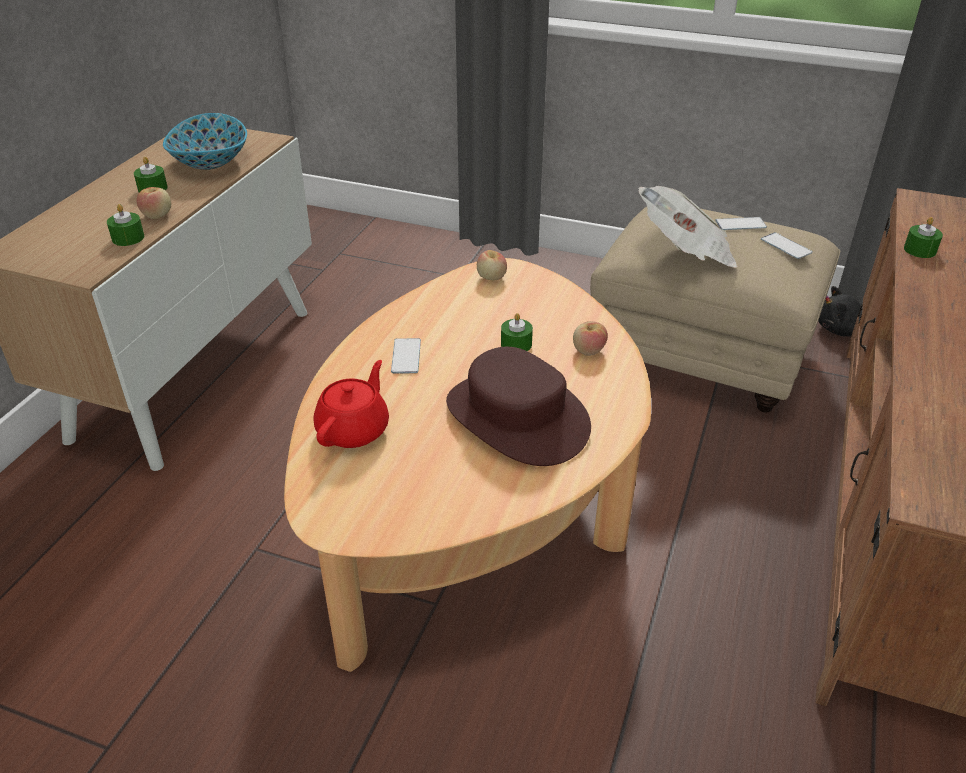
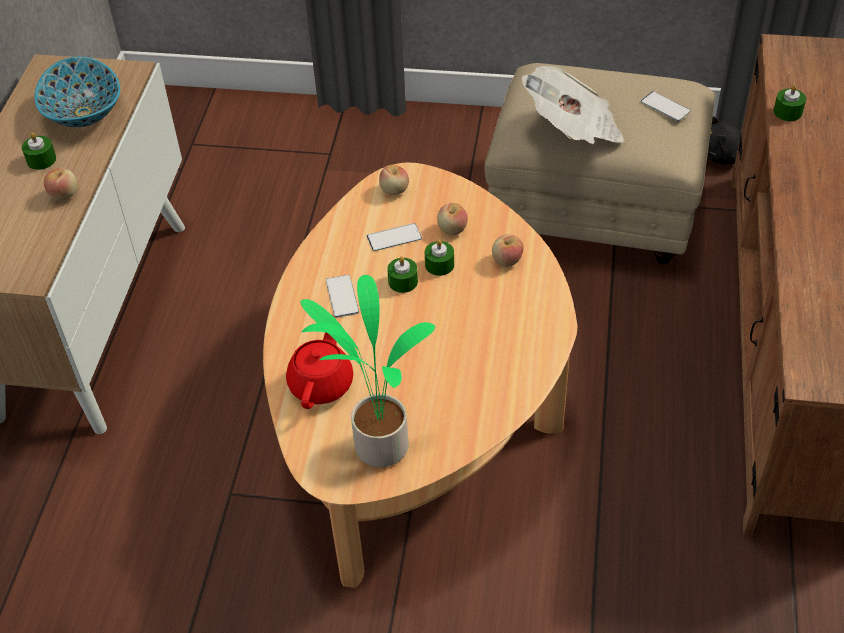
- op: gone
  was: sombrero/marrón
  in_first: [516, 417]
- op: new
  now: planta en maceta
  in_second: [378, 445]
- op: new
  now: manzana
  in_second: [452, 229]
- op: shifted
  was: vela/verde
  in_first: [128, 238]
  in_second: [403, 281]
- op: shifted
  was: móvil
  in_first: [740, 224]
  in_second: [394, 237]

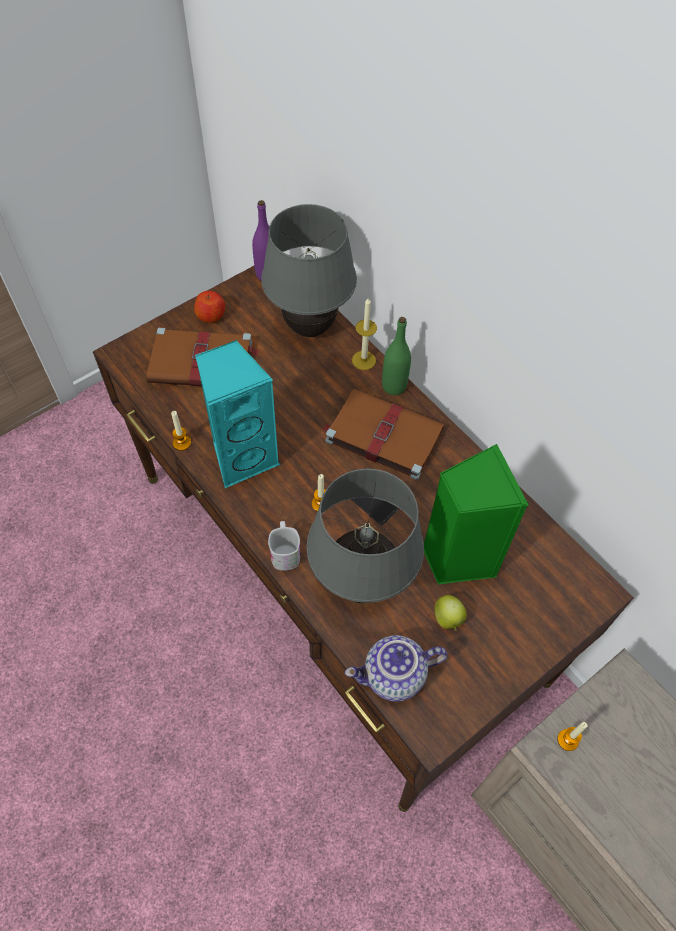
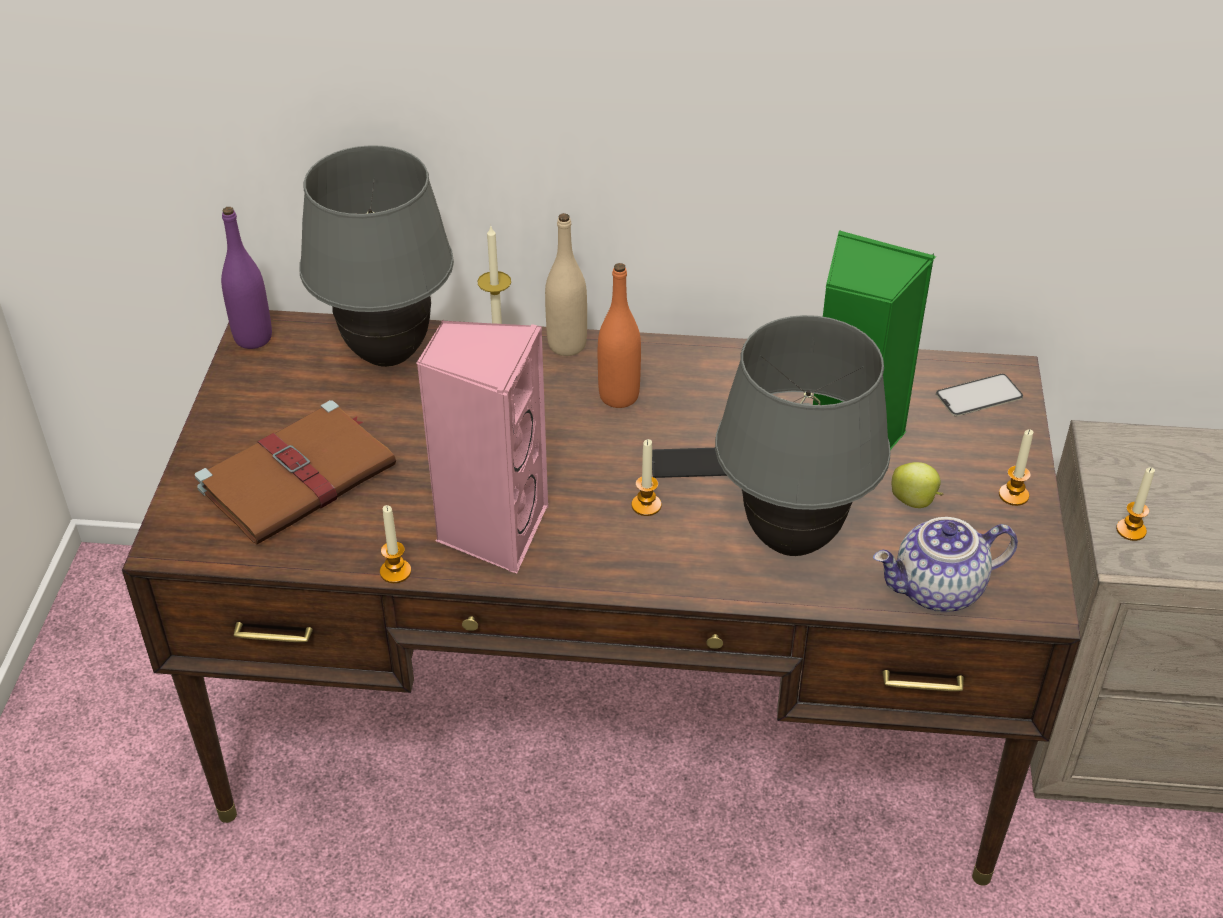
- op: gone
  was: manzana
  in_first: [211, 315]
- op: gone
  was: taza grande/blanco
  in_first: [285, 552]
- op: new
  now: móvil
  in_second: [979, 396]
- op: new
  now: vela
  in_second: [1013, 495]
- op: swapped
  was: libro/marrón
  now: botella/naranja
  in_first: [382, 434]
  in_second: [619, 396]
- op: repainted
  was: altavoz/turquesa
  now: altavoz/rosa
  in_first: [242, 456]
  in_second: [491, 529]
- op: repainted
  was: botella/verde
  now: botella/beis
  in_first: [394, 386]
  in_second: [567, 345]
- op: rotated
  was: tetera
  in_first: [393, 677]
  in_second: [938, 591]
  clockwise: 45

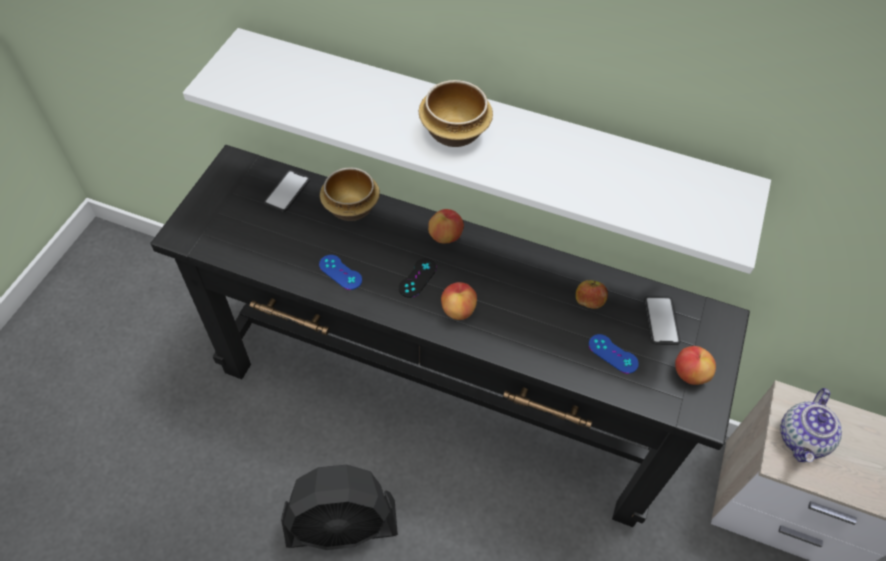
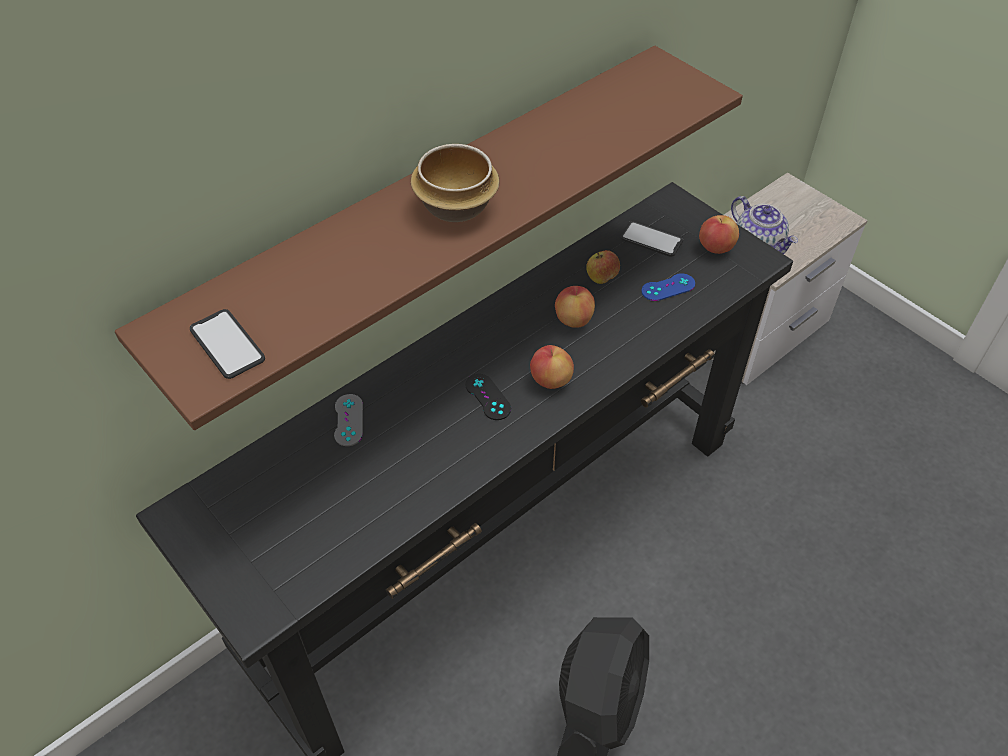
- op: gone
  was: mando de consola/azul
  in_first: [340, 272]
- op: shifted
  was: móvil
  in_first: [287, 191]
  in_second: [227, 345]
- op: shifted
  was: manzana
  in_first: [445, 236]
  in_second: [573, 319]
- op: swapped
  was: cuenco
  now: mando de consola/gris
  in_first: [350, 209]
  in_second: [348, 420]
- op: repainted
  was: estante/blanco
  now: estante/marrón
  in_first: [483, 133]
  in_second: [427, 212]

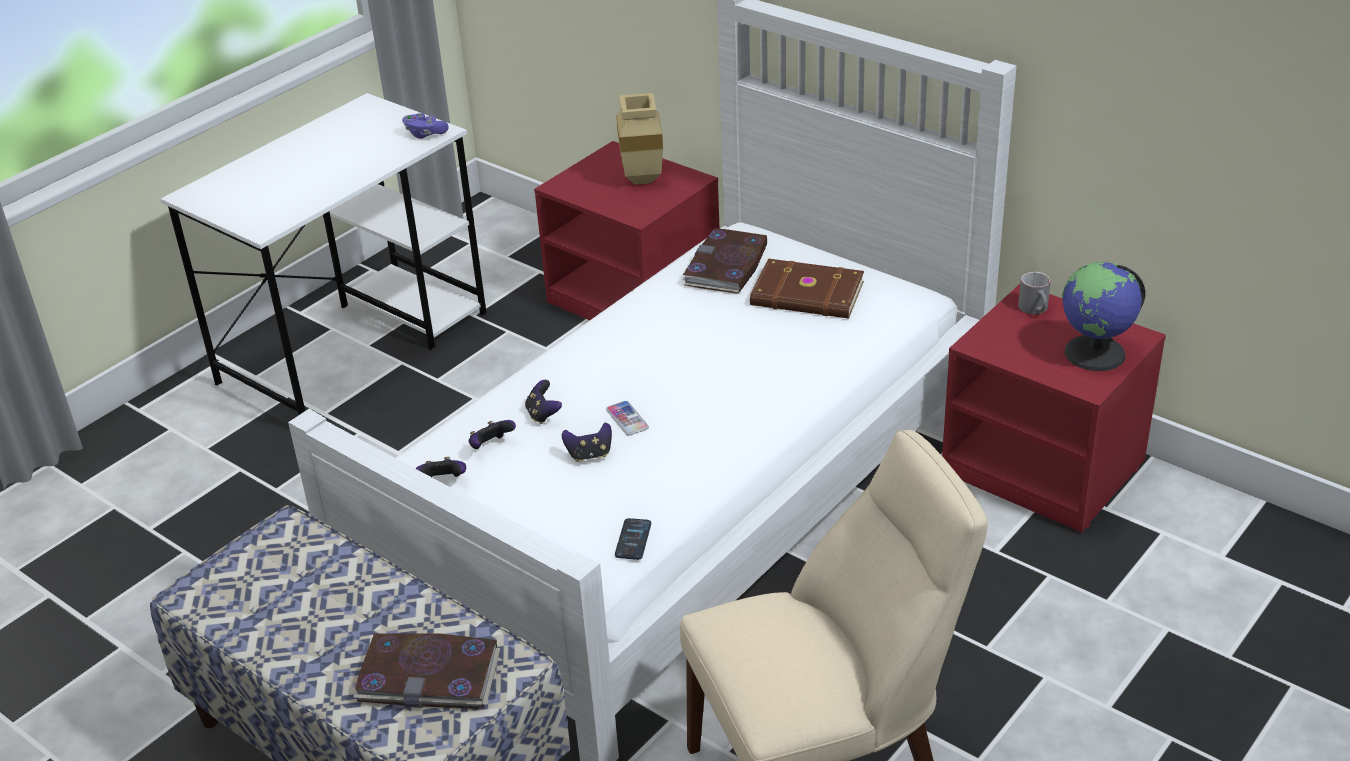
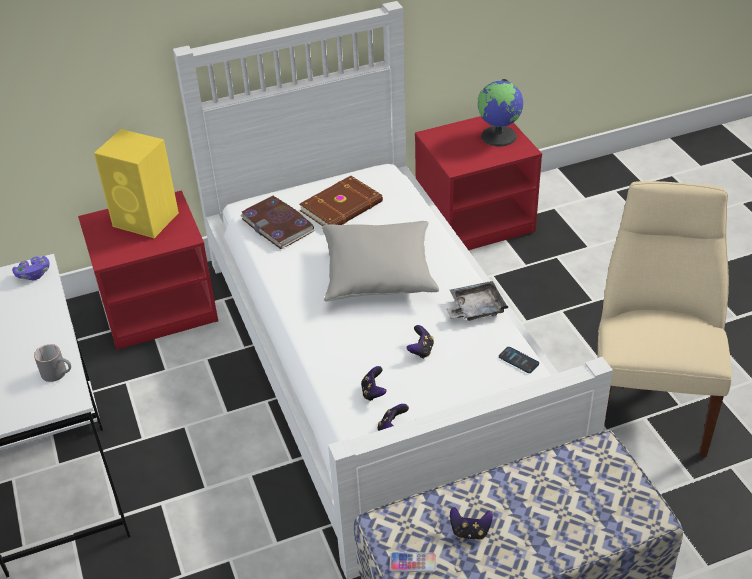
- op: gone
  was: libro
  in_first: [429, 675]
- op: new
  now: cojín/gris
  in_second: [378, 274]
- op: new
  now: bandeja/gris
  in_second: [475, 308]
- op: shifted
  was: mando de consola
  in_first: [543, 414]
  in_second: [470, 532]
- op: shifted
  was: móvil
  in_first: [627, 419]
  in_second: [413, 563]
- op: shifted
  was: taza grande/gris
  in_first: [1036, 309]
  in_second: [59, 373]
- op: swapped
  was: florero/beis
  now: altavoz/amarillo
  in_first: [644, 180]
  in_second: [147, 220]

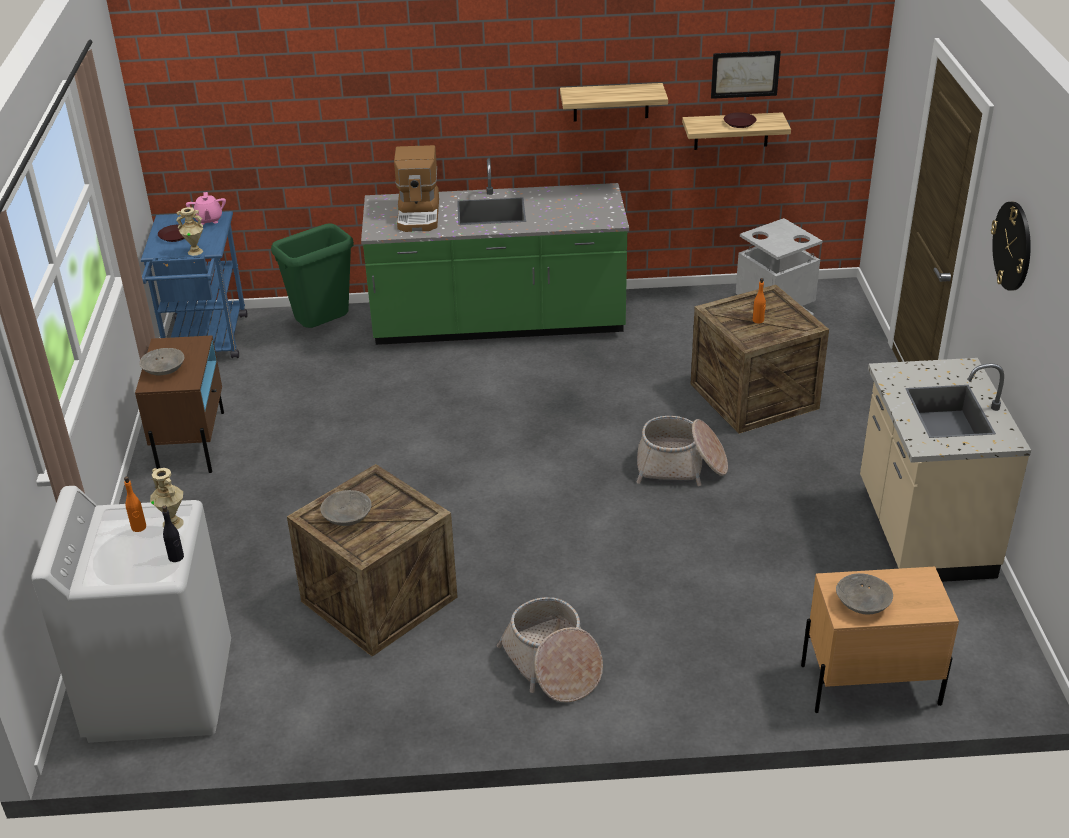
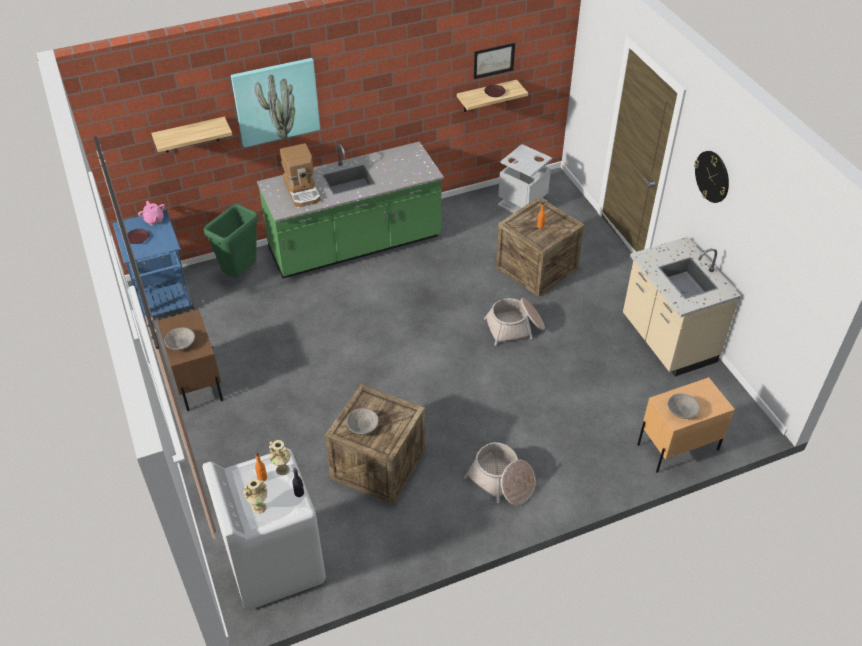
- op: new
  now: cuadro
  in_second: [276, 101]
- op: shifted
  was: florero/beis
  in_first: [195, 251]
  in_second: [259, 507]
- op: shifted
  was: estante
  in_first: [611, 102]
  in_second: [190, 135]

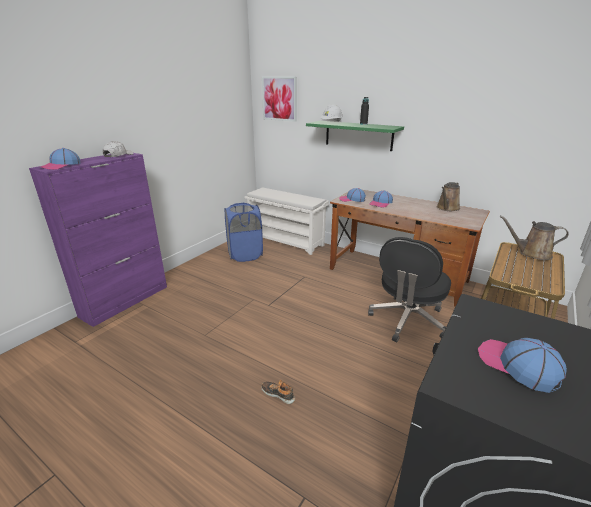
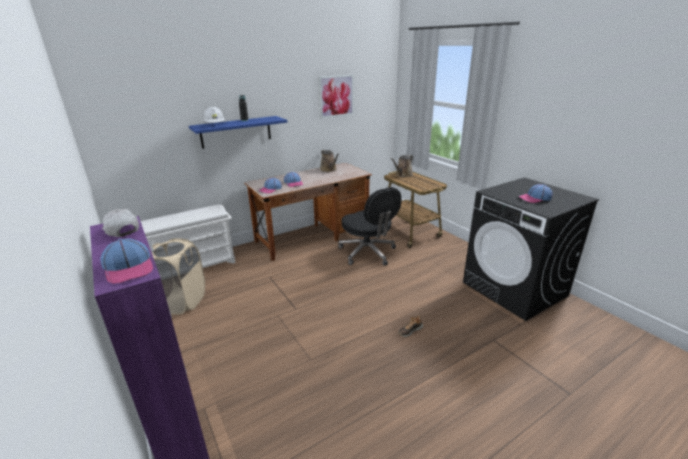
- op: shifted
  was: cuadro
  in_first: [279, 98]
  in_second: [336, 96]
- op: repainted
  was: cesto de la ropa/azul
  now: cesto de la ropa/beis
  in_first: [245, 255]
  in_second: [182, 302]
- op: repainted
  was: estante/verde
  now: estante/azul
  in_first: [358, 135]
  in_second: [236, 132]

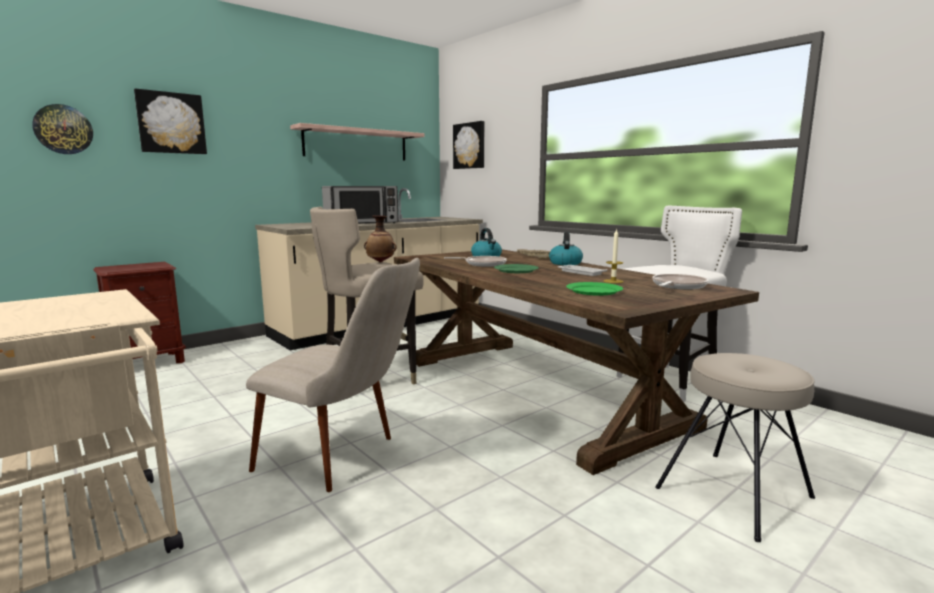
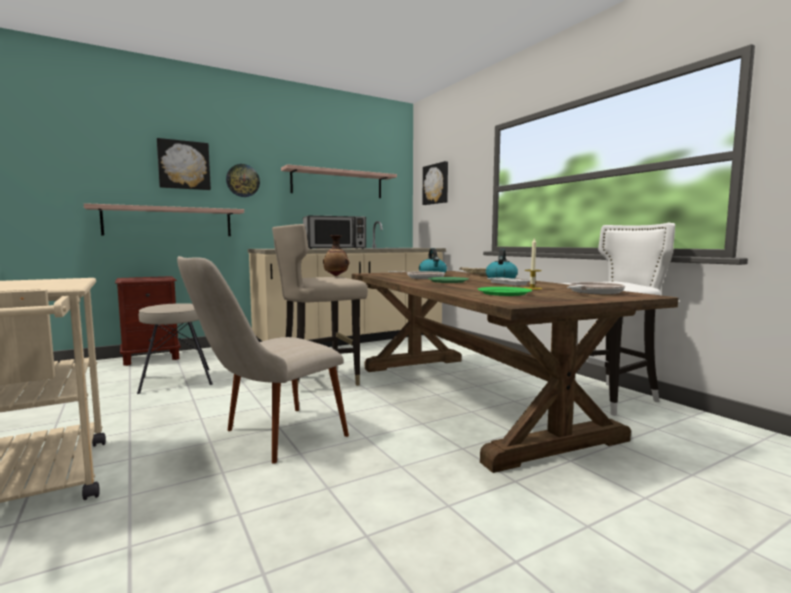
- op: new
  now: estante
  in_second: [169, 222]
- op: shifted
  was: reloj de pared
  in_first: [63, 129]
  in_second: [243, 180]
- op: shifted
  was: taburete/beis
  in_first: [735, 493]
  in_second: [176, 381]
- op: rotated
  was: silla/beis
  in_first: [344, 458]
  in_second: [267, 439]
  clockwise: 105

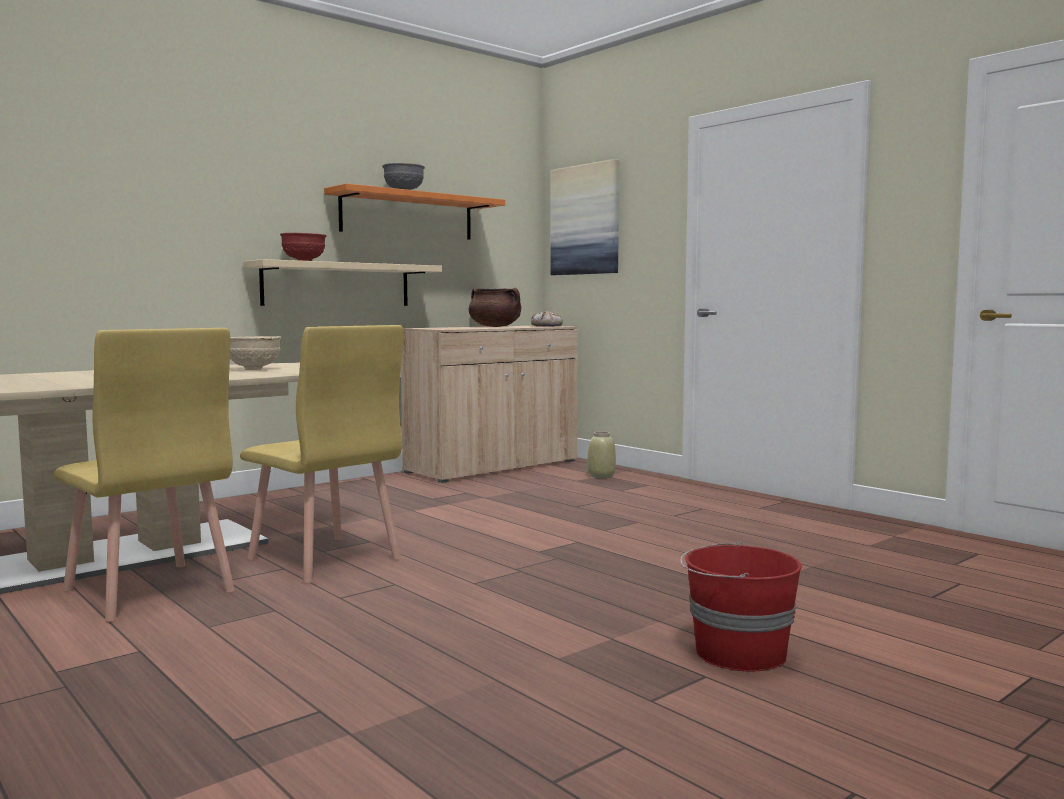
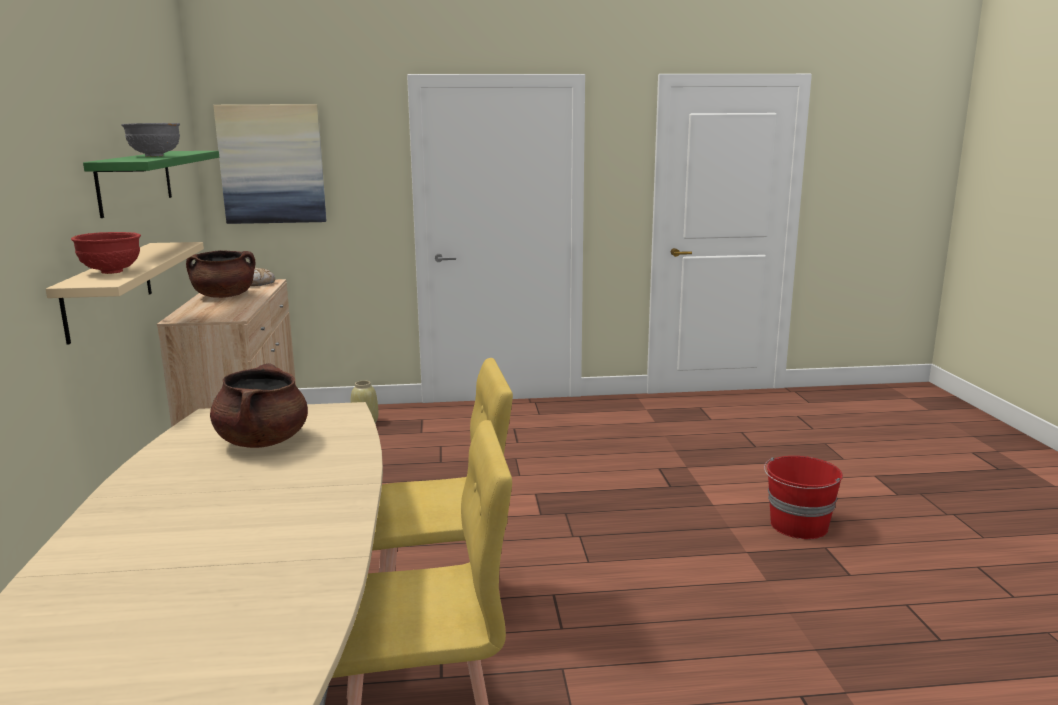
- op: swapped
  was: cuenco/beis
  now: olla/marrón
  in_first: [254, 369]
  in_second: [263, 441]
- op: repainted
  was: estante/naranja
  now: estante/verde
  in_first: [407, 216]
  in_second: [135, 181]

